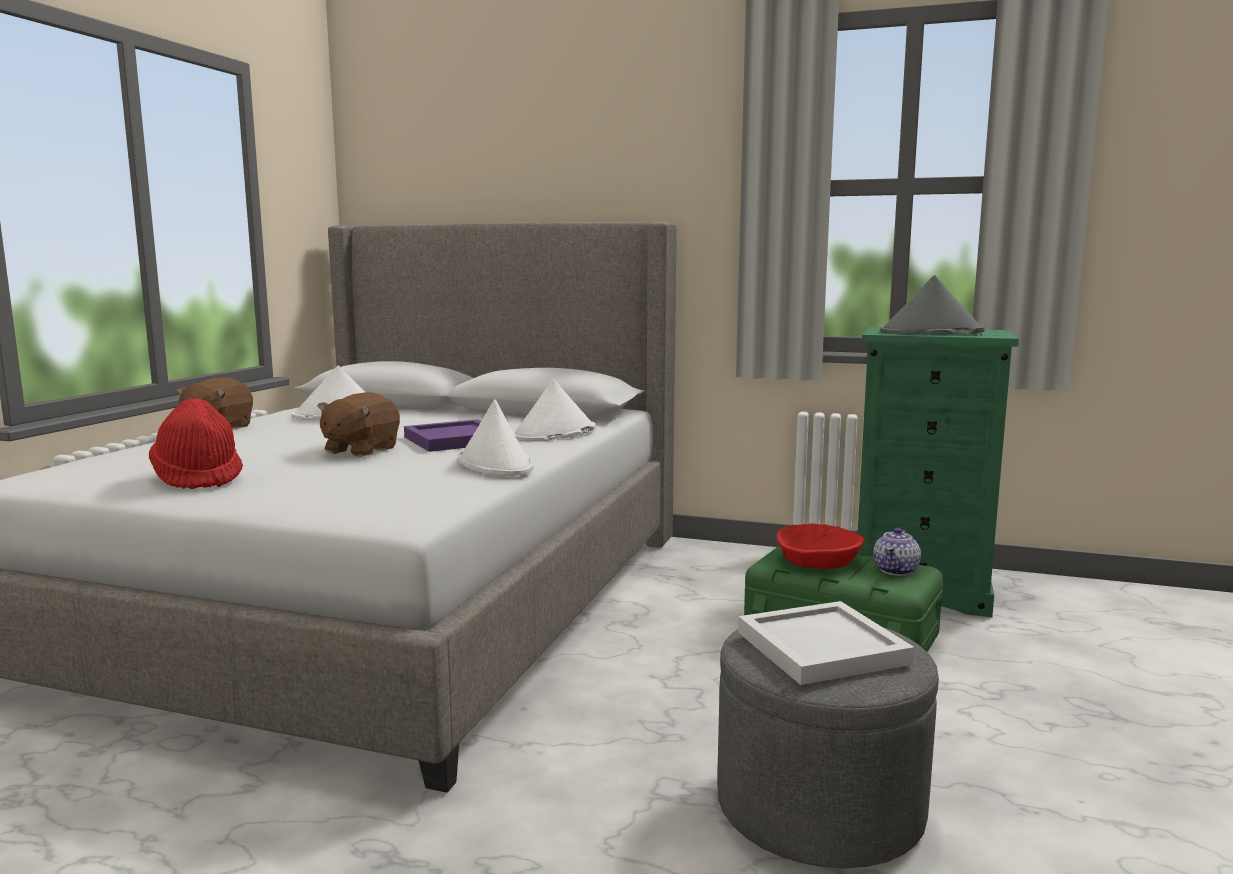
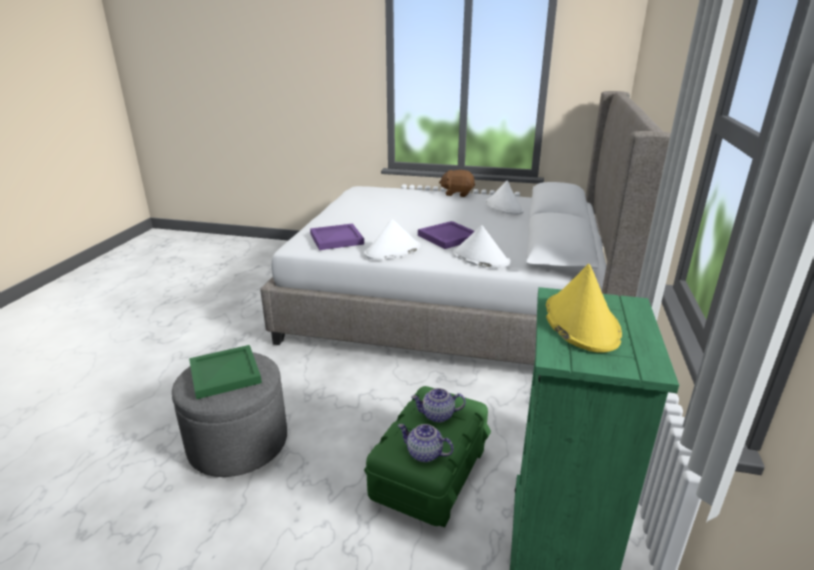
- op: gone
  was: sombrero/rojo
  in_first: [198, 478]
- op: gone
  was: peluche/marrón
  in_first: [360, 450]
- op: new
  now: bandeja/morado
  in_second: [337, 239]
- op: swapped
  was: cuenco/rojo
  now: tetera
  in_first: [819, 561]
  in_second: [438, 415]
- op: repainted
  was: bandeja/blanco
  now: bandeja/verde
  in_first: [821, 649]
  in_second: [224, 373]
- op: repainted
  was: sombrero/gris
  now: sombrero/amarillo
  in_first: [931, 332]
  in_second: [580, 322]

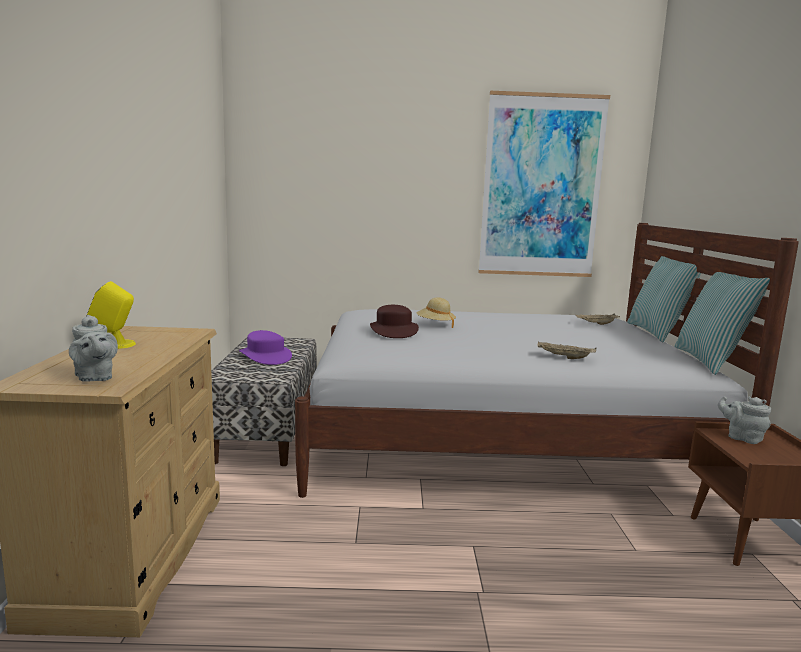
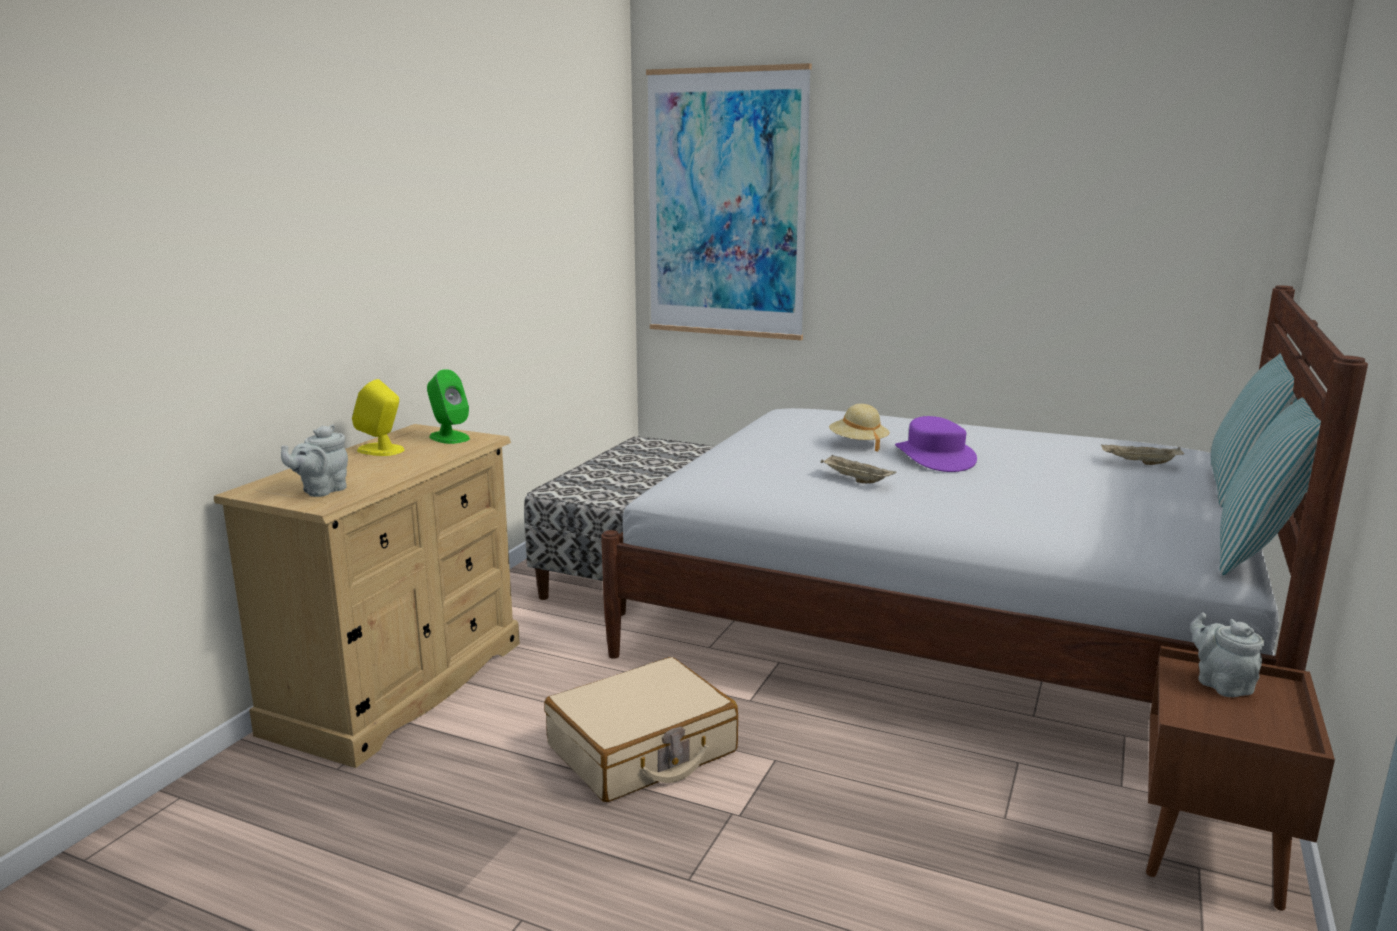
- op: gone
  was: sombrero/marrón
  in_first: [393, 331]
- op: new
  now: altavoz/verde
  in_second: [449, 437]
- op: new
  now: maleta/beis
  in_second: [642, 750]
- op: shifted
  was: sombrero/morado
  in_first: [265, 356]
  in_second: [935, 457]
- op: shifted
  was: cuadro
  in_first: [541, 187]
  in_second: [726, 205]
- op: shifted
  was: bandeja/beis
  in_first: [564, 357]
  in_second: [855, 480]
- op: rotated
  was: tetera/gris
  in_first: [94, 378]
  in_second: [321, 491]
  clockwise: 45

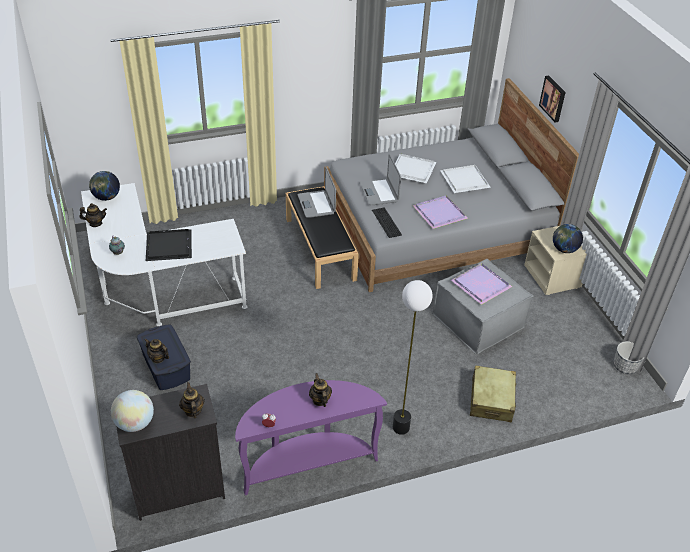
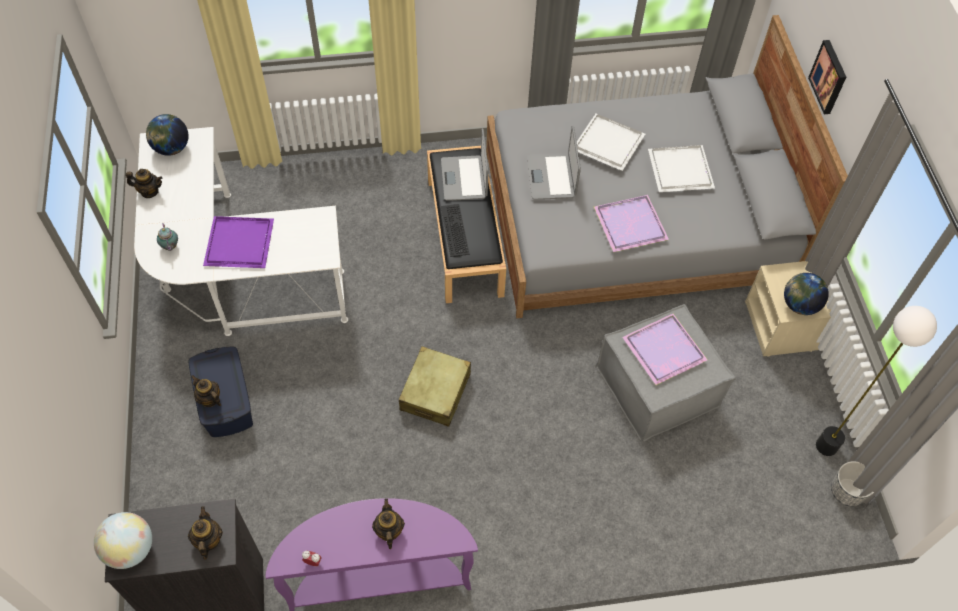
- op: shifted
  was: teclado
  in_first: [385, 222]
  in_second: [453, 229]
- op: shifted
  was: lámpara de pie
  in_first: [401, 427]
  in_second: [826, 446]
- op: shifted
  was: maleta/beis
  in_first: [491, 400]
  in_second: [435, 392]
- op: repainted
  was: bandeja/negro
  now: bandeja/morado
  in_first: [170, 247]
  in_second: [240, 244]

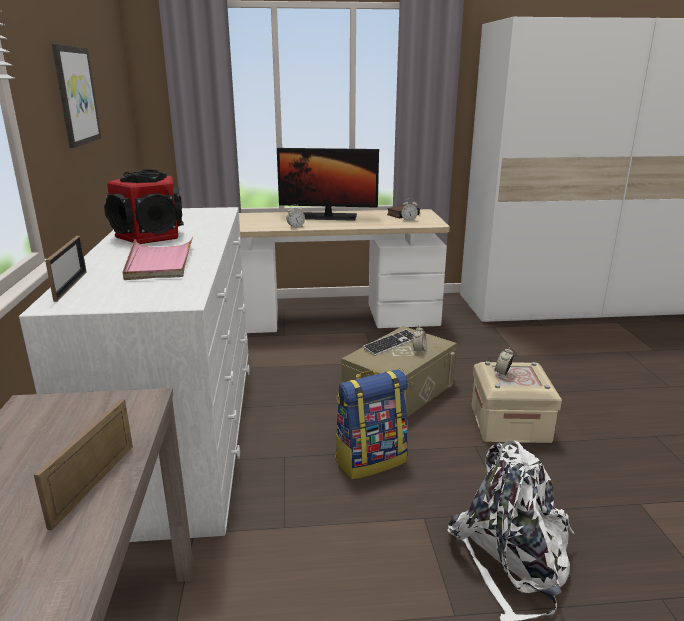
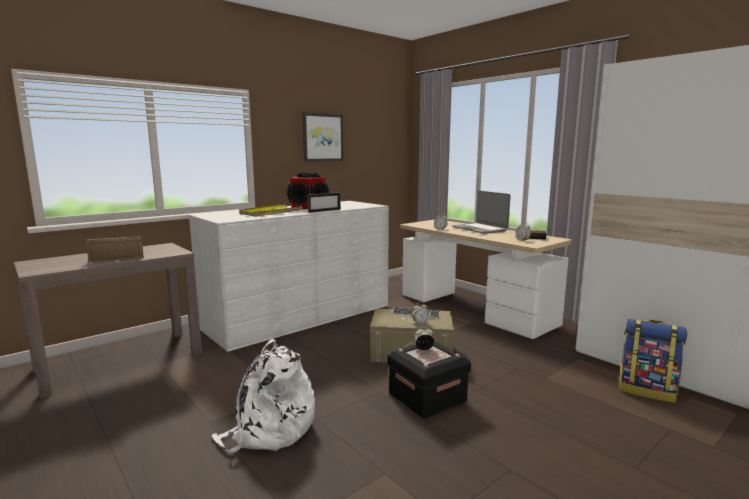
- op: shifted
  was: portarretratos
  in_first: [71, 286]
  in_second: [324, 211]
- op: shifted
  was: mochila
  in_first: [370, 460]
  in_second: [647, 390]
- op: swapped
  was: monitor
  now: portátil
  in_first: [328, 217]
  in_second: [479, 229]
- op: repainted
  was: bandeja/rosa
  now: bandeja/amarillo
  in_first: [159, 262]
  in_second: [270, 212]
- op: repainted
  was: caja de almacenaje/beis
  now: caja de almacenaje/negro
  in_first: [510, 424]
  in_second: [427, 397]

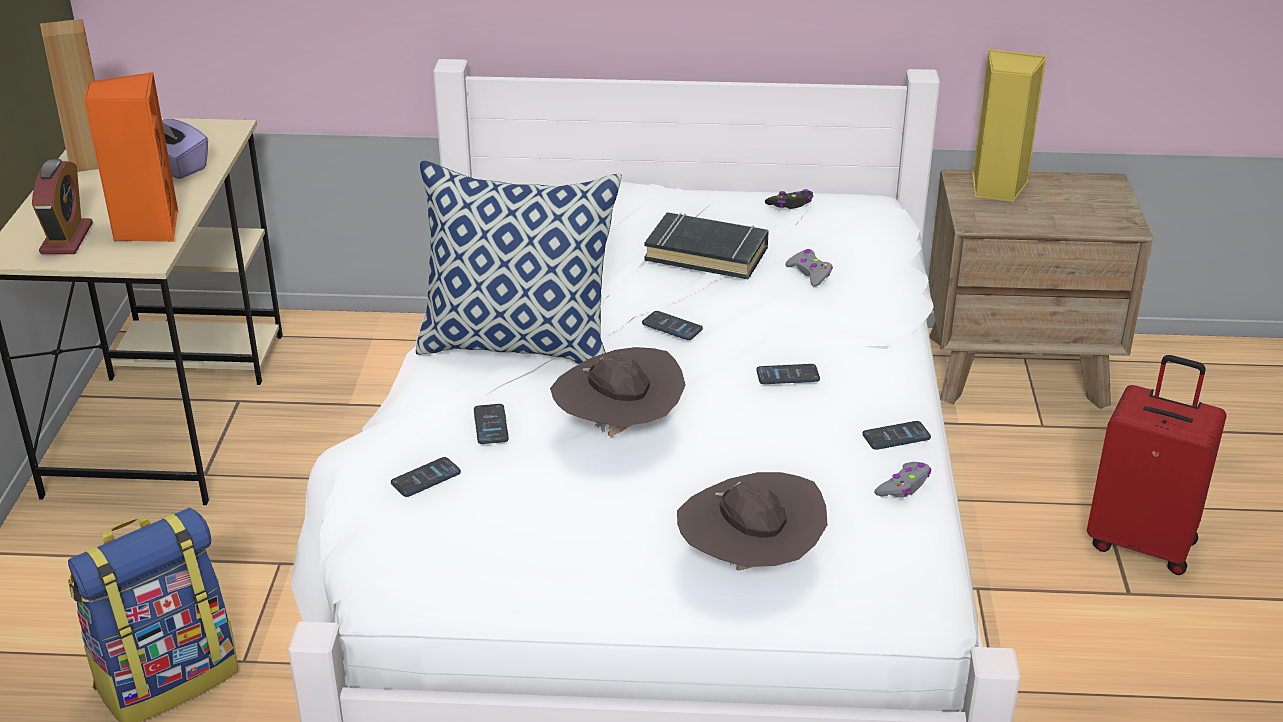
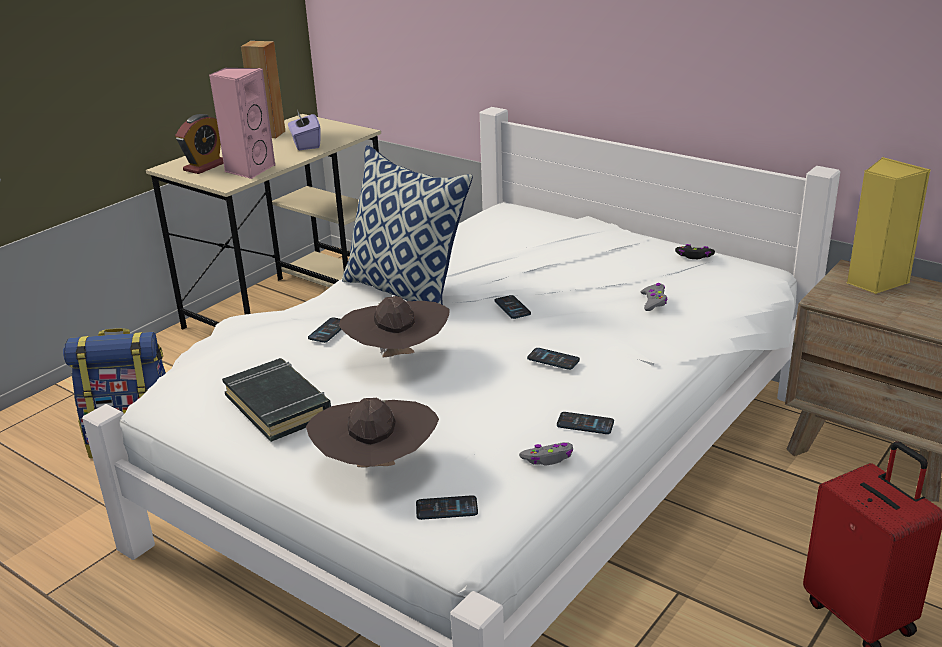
- op: shifted
  was: móvil
  in_first: [426, 478]
  in_second: [446, 508]
- op: shifted
  was: libro/negro
  in_first: [707, 253]
  in_second: [278, 406]
- op: repainted
  was: altavoz/naranja
  now: altavoz/rosa
  in_first: [146, 228]
  in_second: [249, 170]

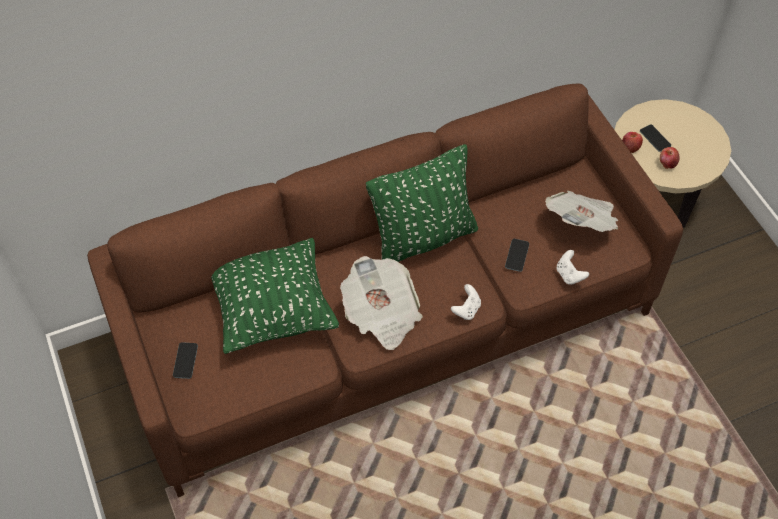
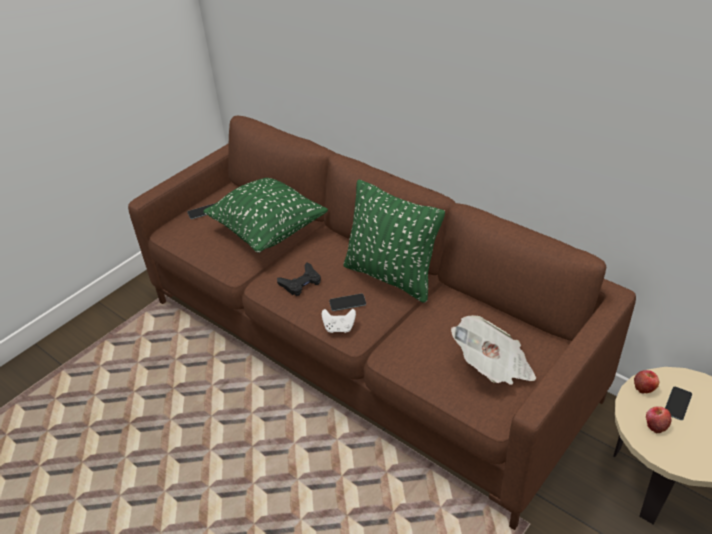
- op: gone
  was: mando de consola/blanco
  in_first: [569, 275]
- op: shifted
  was: móvil
  in_first: [517, 255]
  in_second: [347, 302]
- op: swapped
  was: periódico
  now: mando de consola/negro
  in_first: [382, 314]
  in_second: [301, 283]

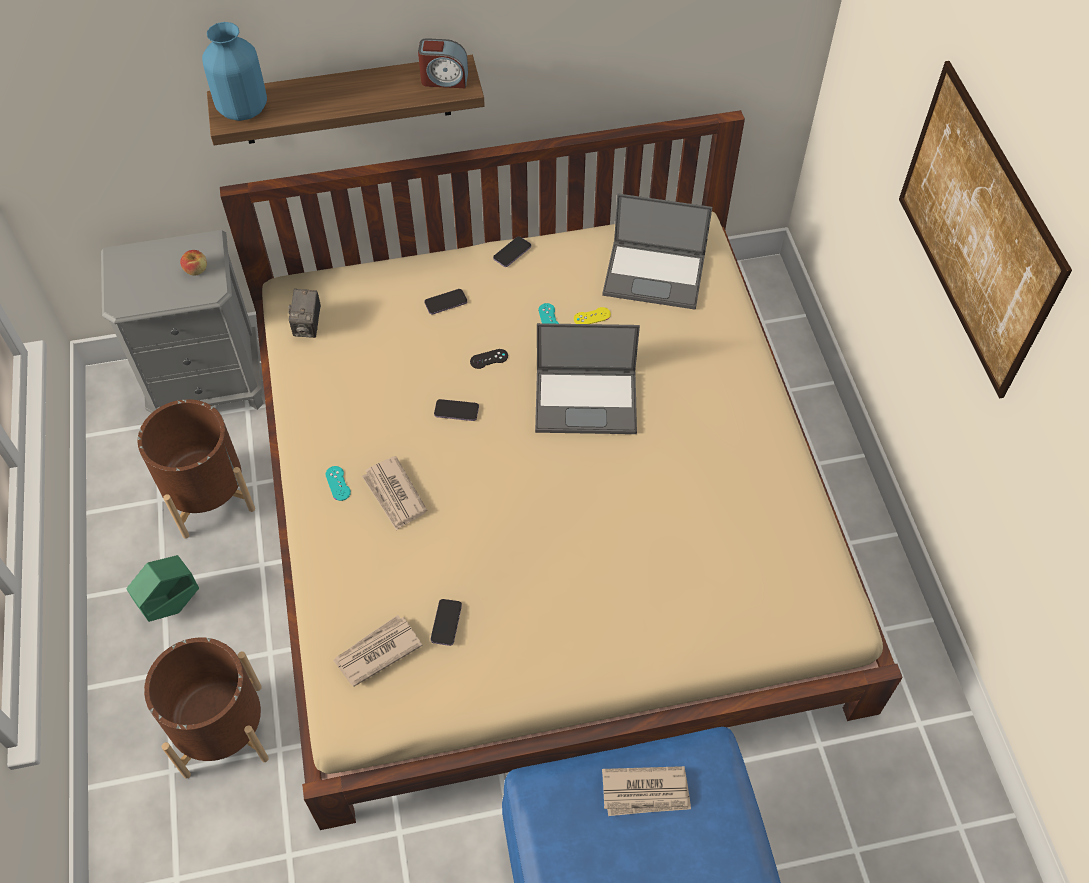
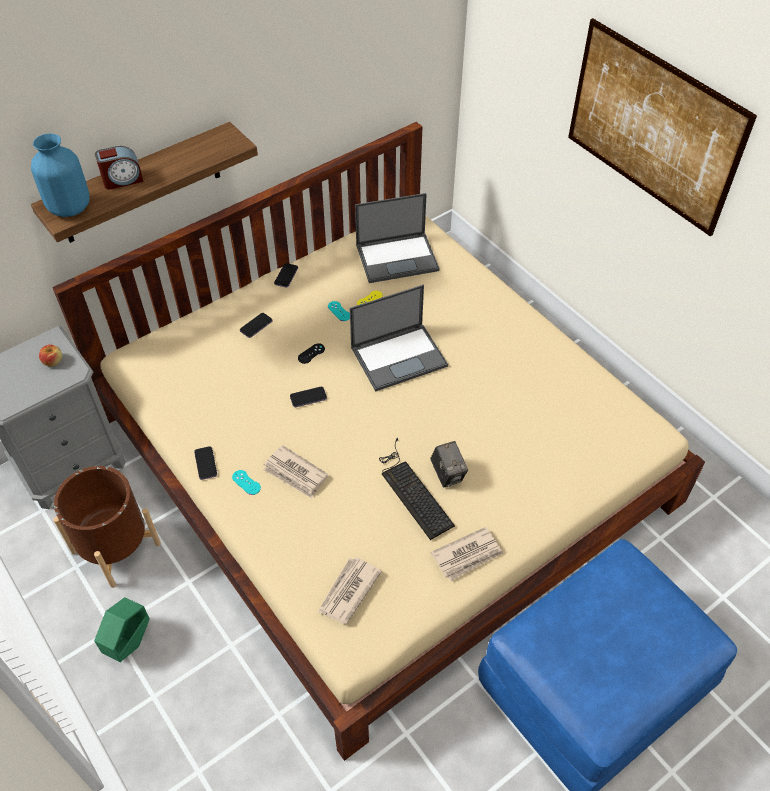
- op: gone
  was: maceta/marrón
  in_first: [223, 730]
- op: new
  now: teclado
  in_second: [412, 490]
- op: shifted
  was: cámara
  in_first: [308, 326]
  in_second: [448, 474]
- op: shifted
  was: despertador
  in_first: [444, 79]
  in_second: [122, 180]
- op: shifted
  was: móvil
  in_first: [446, 623]
  in_second: [206, 464]
- op: shifted
  was: periódico
  in_first: [646, 792]
  in_second: [468, 555]

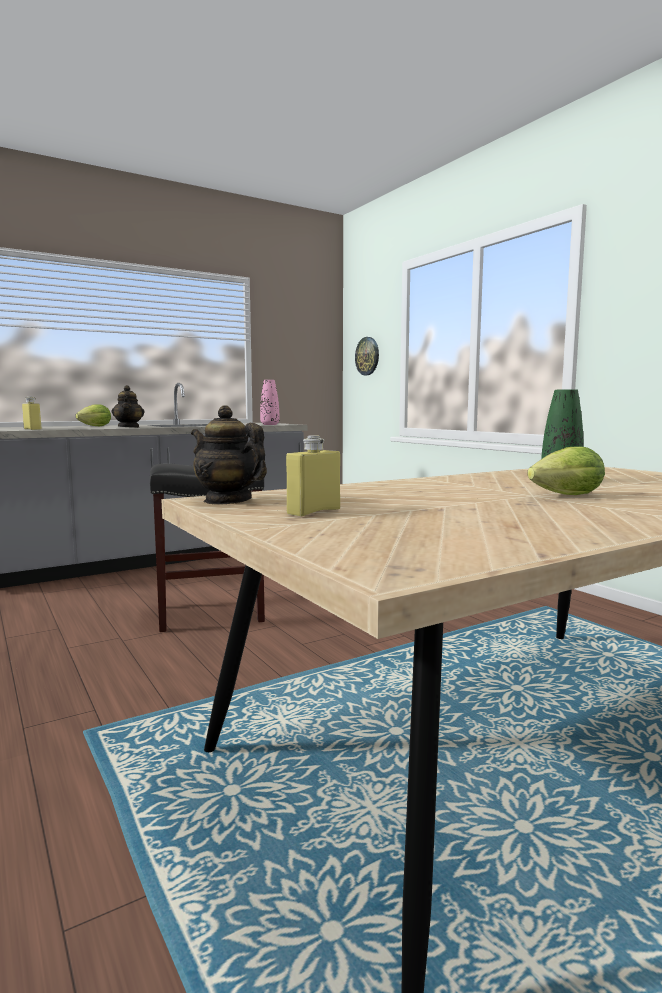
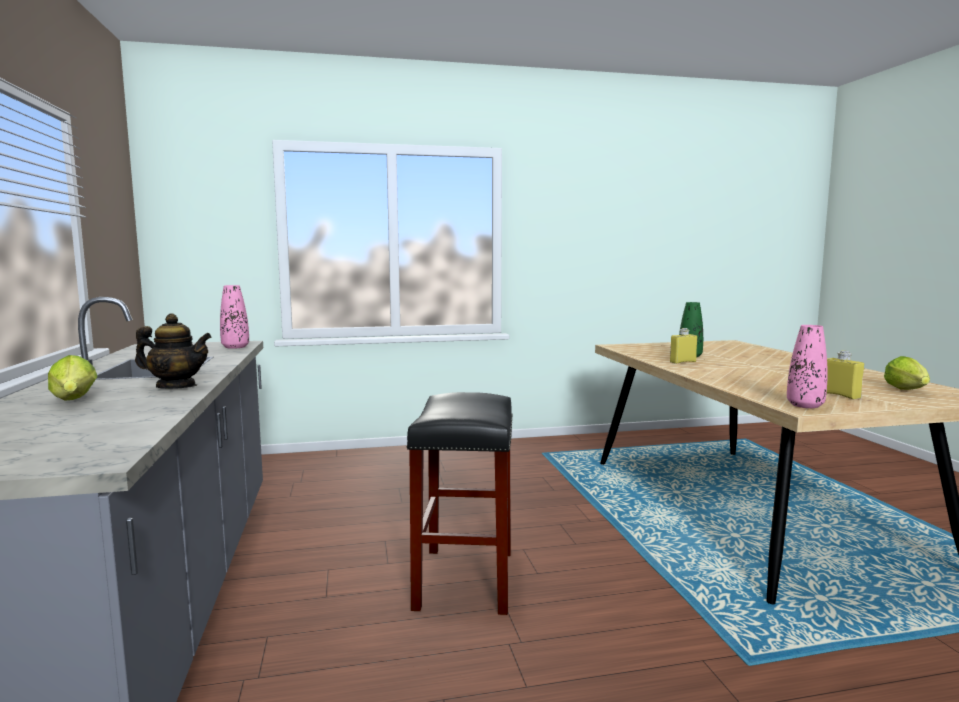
- op: gone
  was: reloj de pared
  in_first: [367, 356]
- op: shifted
  was: botella/amarillo
  in_first: [32, 429]
  in_second: [682, 362]
- op: shifted
  was: lechuga
  in_first: [563, 496]
  in_second: [908, 390]
- op: swapped
  was: tetera
  now: florero/rosa
  in_first: [227, 501]
  in_second: [805, 405]

